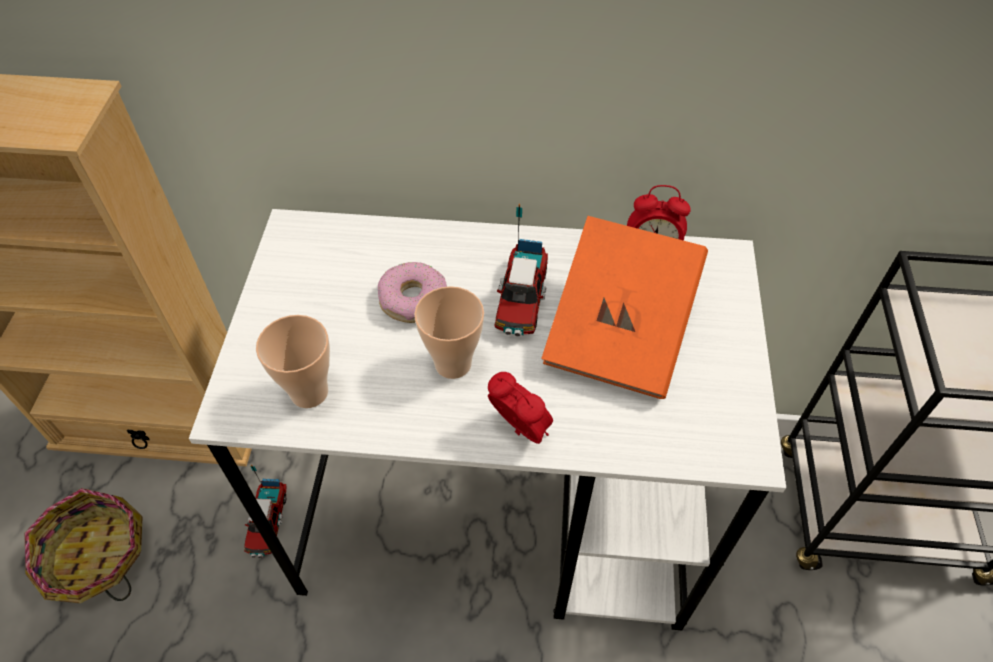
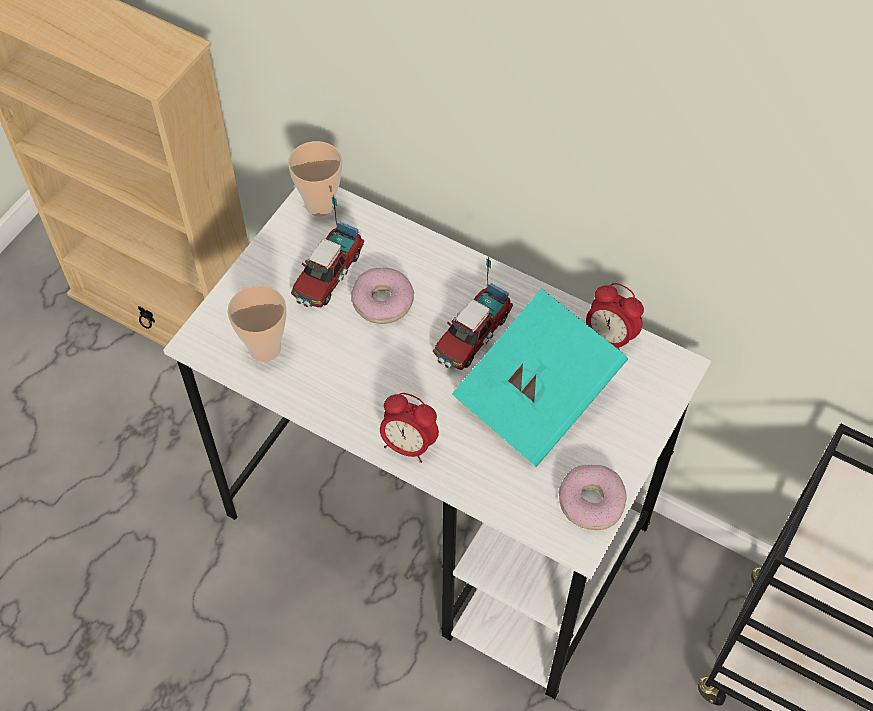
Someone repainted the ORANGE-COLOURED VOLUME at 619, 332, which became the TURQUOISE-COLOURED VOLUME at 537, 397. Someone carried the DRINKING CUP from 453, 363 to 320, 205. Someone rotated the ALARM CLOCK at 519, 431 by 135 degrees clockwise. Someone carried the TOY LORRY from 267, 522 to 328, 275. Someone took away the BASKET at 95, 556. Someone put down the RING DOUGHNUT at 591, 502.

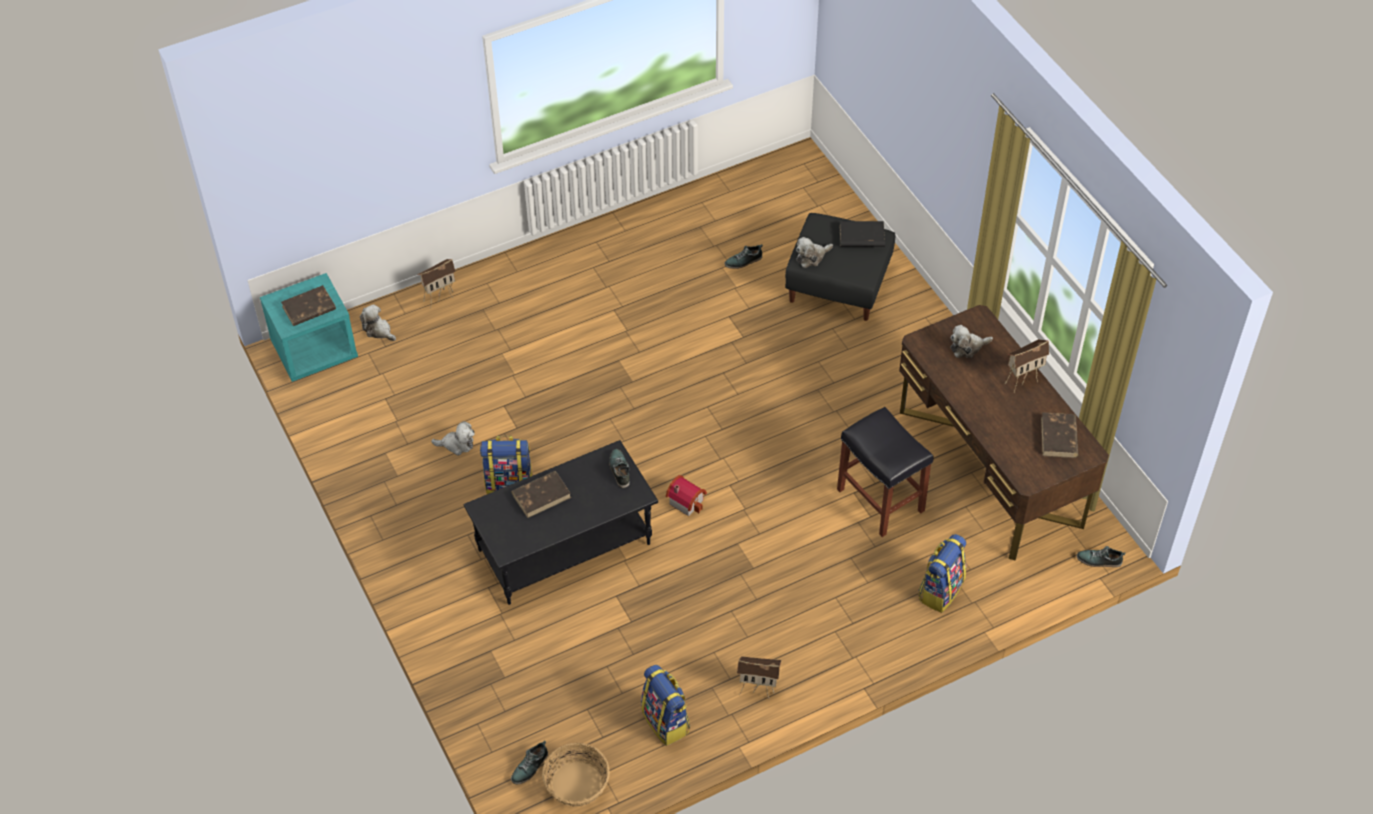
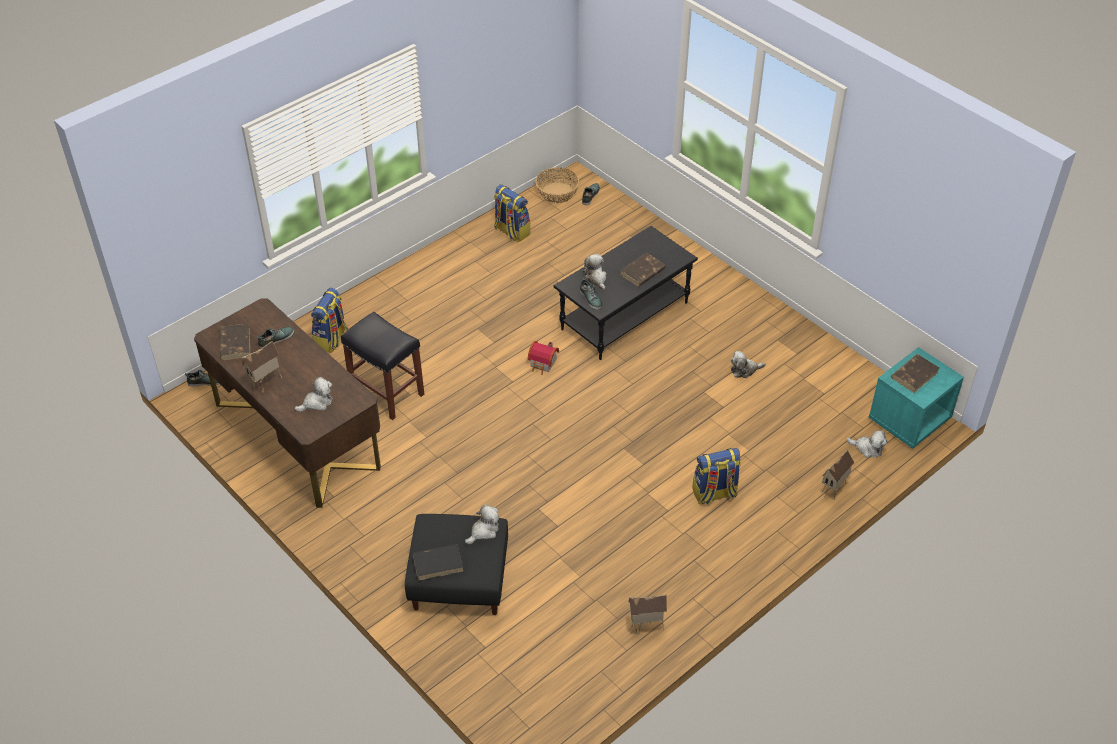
Someone carried the SHOE from 743, 261 to 276, 339. Someone carried the BACKPACK from 509, 483 to 714, 493. Someone carried the MINIATURE HOUSE from 758, 688 to 646, 628. Someone put down the CUDDLY TOY at 596, 278.

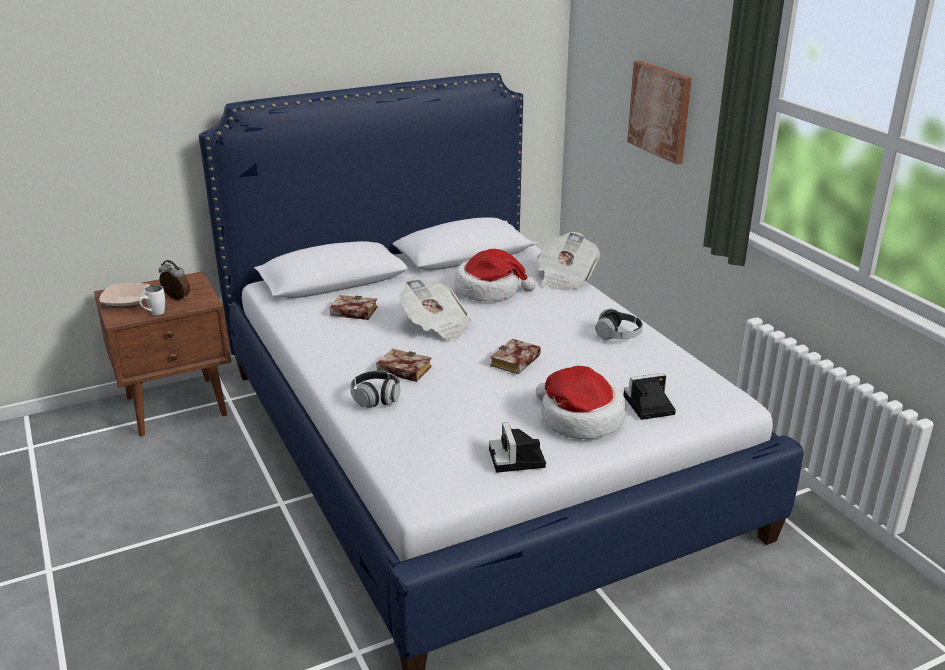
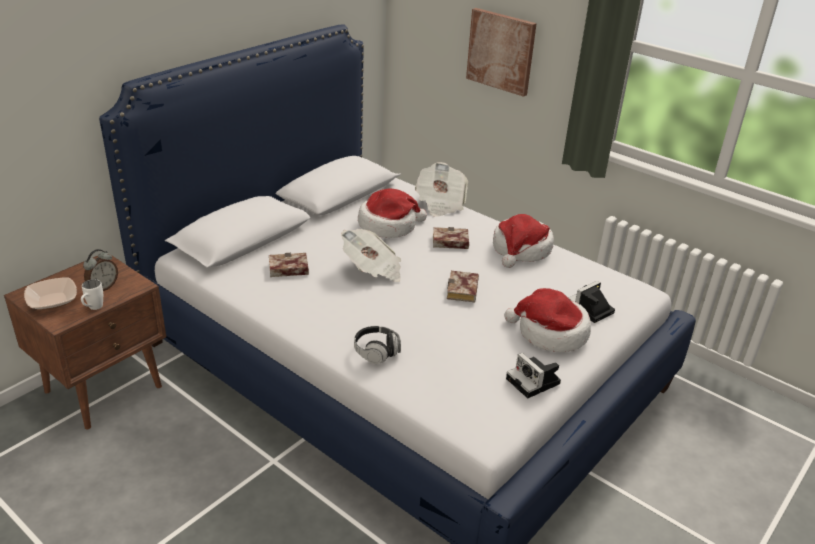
Someone rotated the ALARM CLOCK at 176, 299 by 120 degrees clockwise. Someone swapped the HEADPHONES at 618, 335 for the WEARABLE HAT at 521, 250. Someone carried the VOLUME from 401, 370 to 448, 242.

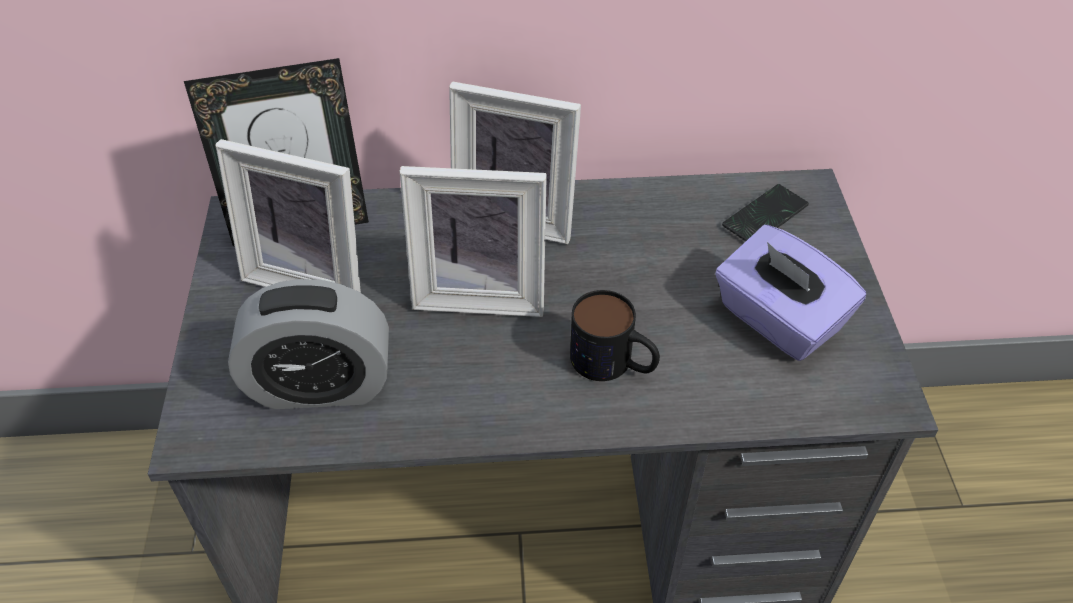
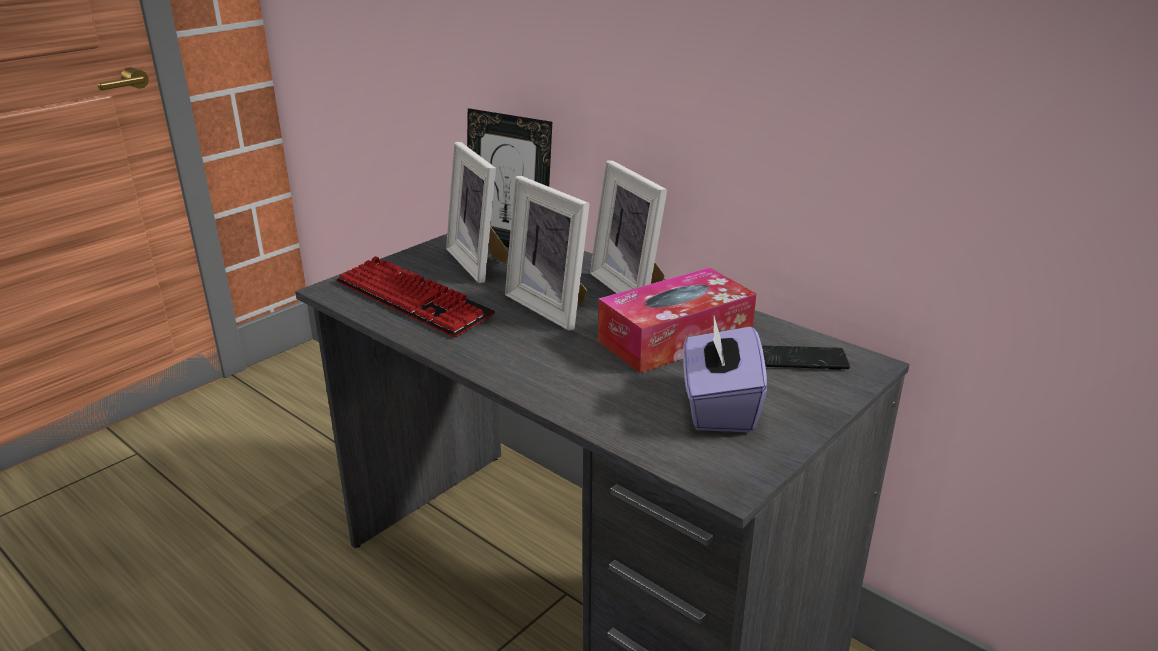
Someone swapped the ALARM CLOCK at 320, 386 for the KEYBOARD at 413, 300. Someone took away the TEA MUG at 614, 363. Someone put down the BOX OF TISSUES at 675, 338.

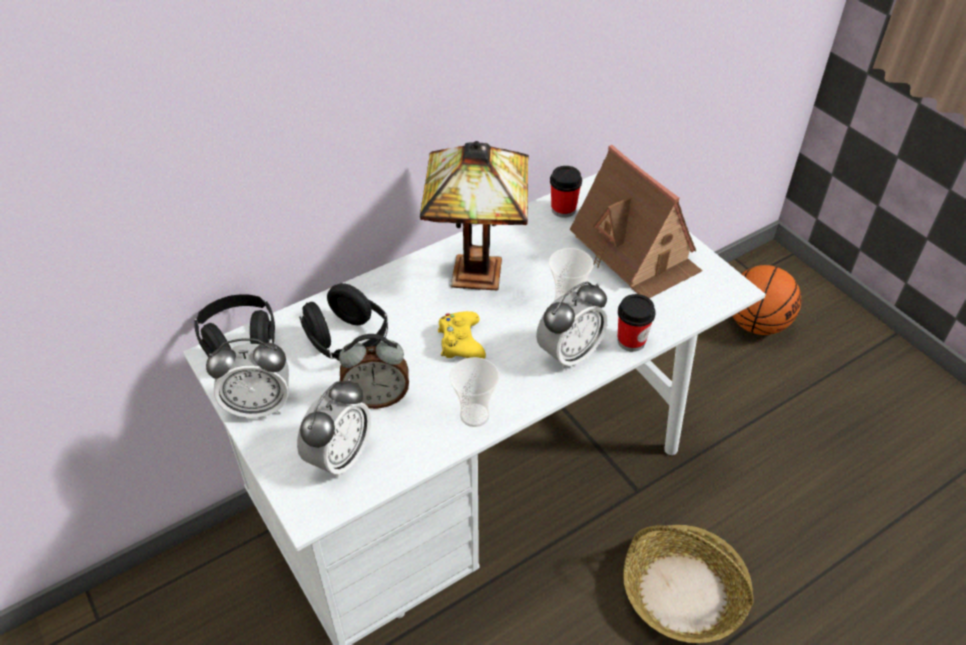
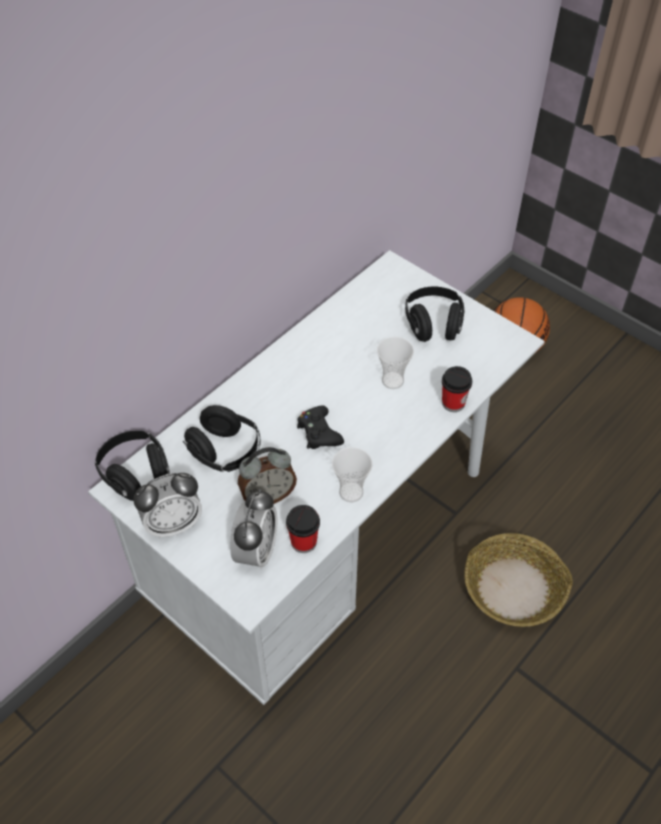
Someone took away the LAMP FOR A TABLE at 474, 270. Someone swapped the MINIATURE HOUSE at 635, 252 for the BLACK HEADPHONES at 433, 325. Someone carried the DRINKING CUP from 563, 209 to 303, 542. Someone took away the ALARM CLOCK at 569, 354. Someone repainted the YELLOWISH GAMEPAD at 461, 342, which became the BLACK GAMEPAD at 319, 433.

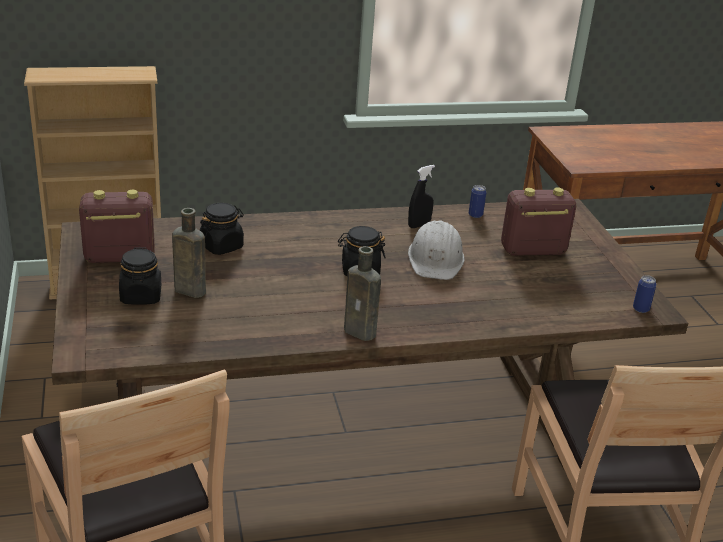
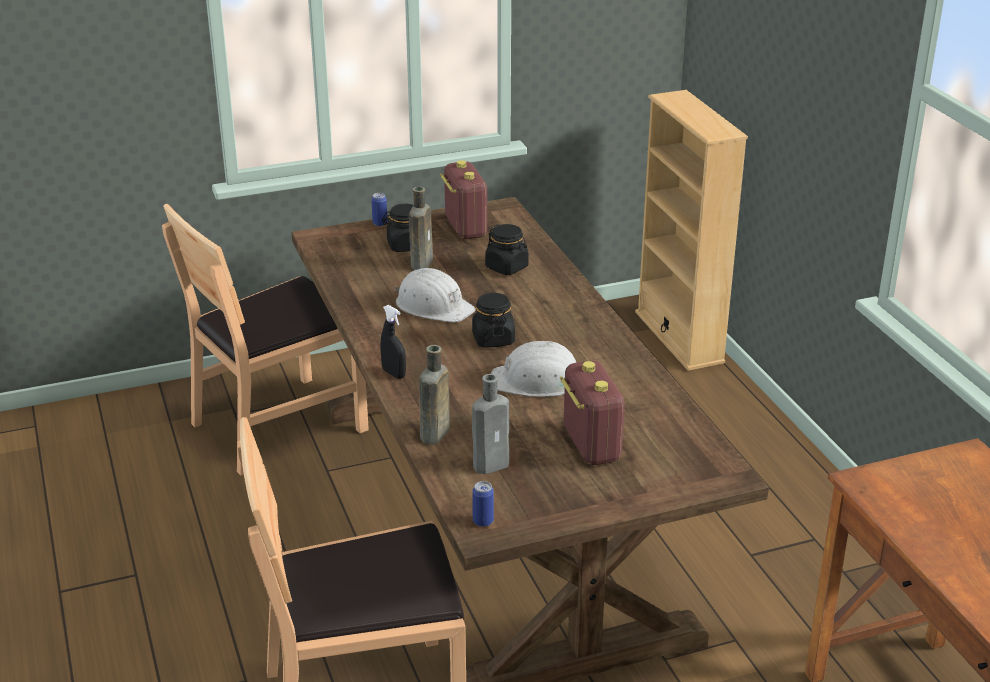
Someone carried the BLACK SPRAYER from 419, 225 to 394, 373. Someone carried the METAL CAN from 475, 215 to 380, 223. Someone carried the BROWNISH DRINK BOTTLE from 362, 333 to 433, 436. Someone put down the WHITISH WORK HELMET at 433, 306. Someone put down the GREYISH DRINK BOTTLE at 493, 464.

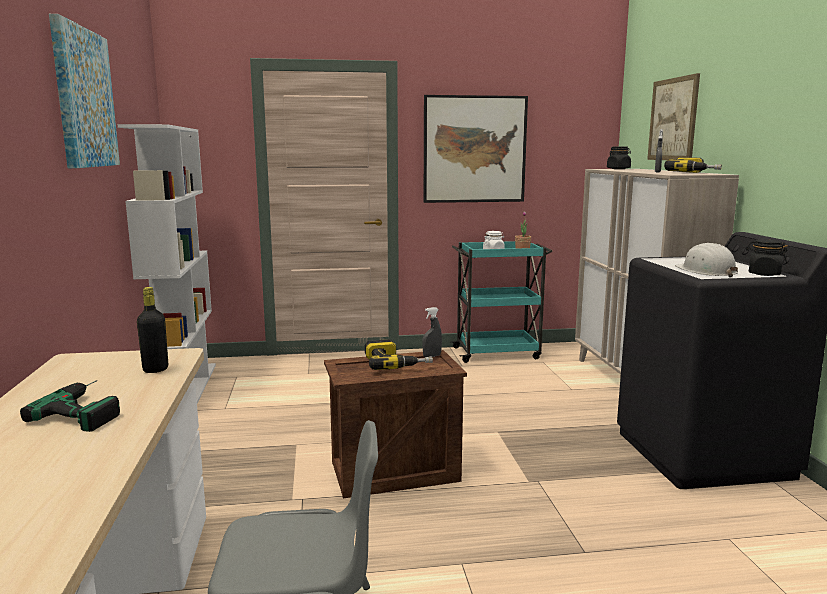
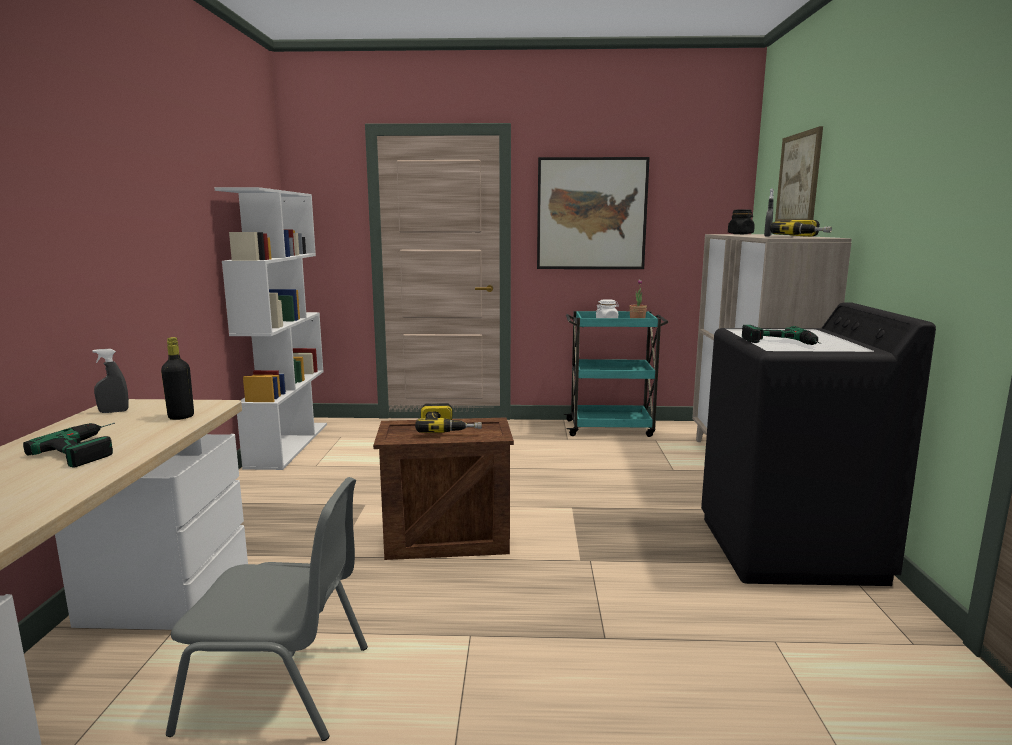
Someone took away the WALL PICTURE at 84, 98. Someone took away the BLACK PRESERVE JAR at 763, 274. Someone swapped the WHITISH WORK HELMET at 706, 271 for the DRILL at 782, 343. Someone carried the GREYISH SPRAYER from 432, 356 to 114, 411.

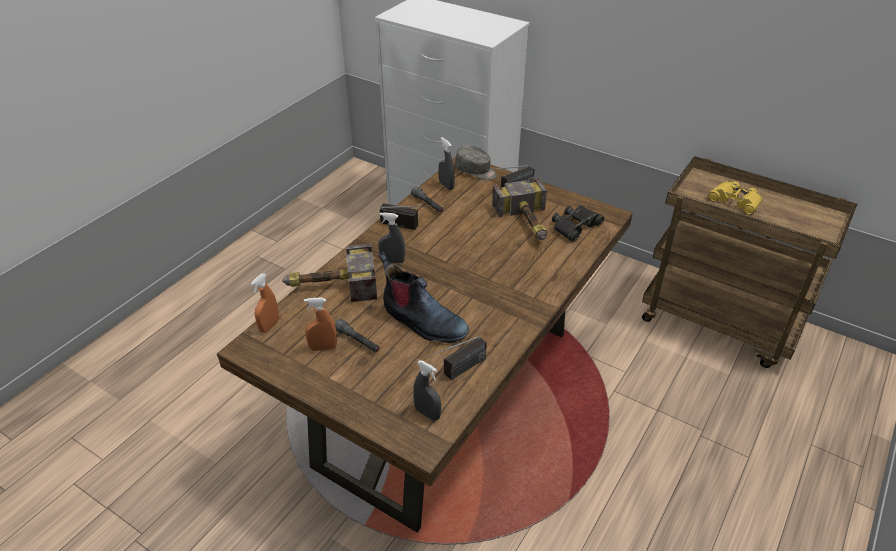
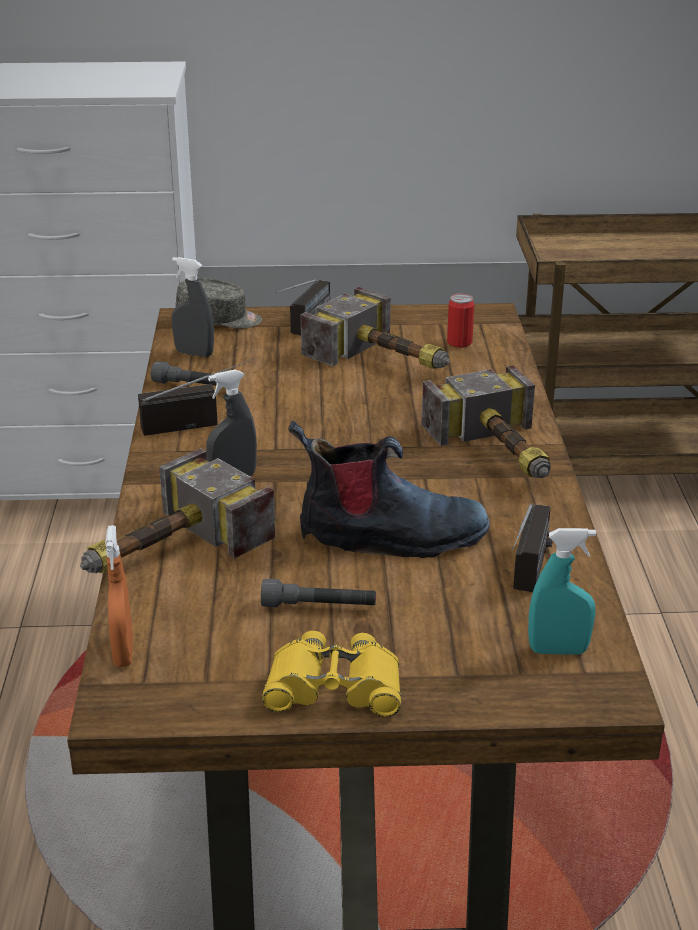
Someone carried the YELLOWISH PAIR OF BINOCULARS from 735, 201 to 334, 687. Someone swapped the BLACK PAIR OF BINOCULARS at 575, 226 for the METAL CAN at 459, 342. Someone took away the ORANGE-COLOURED SPRAYER at 323, 348. Someone repainted the GREYISH SPRAYER at 427, 413, which became the TURQUOISE-COLOURED SPRAYER at 558, 650. Someone put down the HAMMER at 503, 454.

